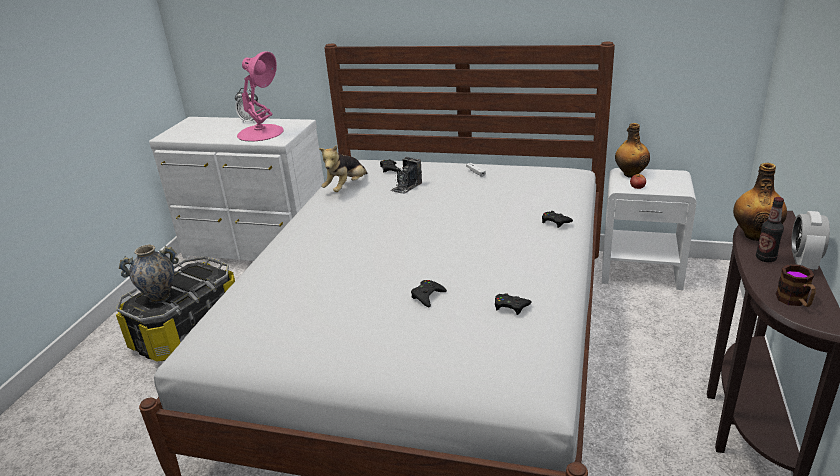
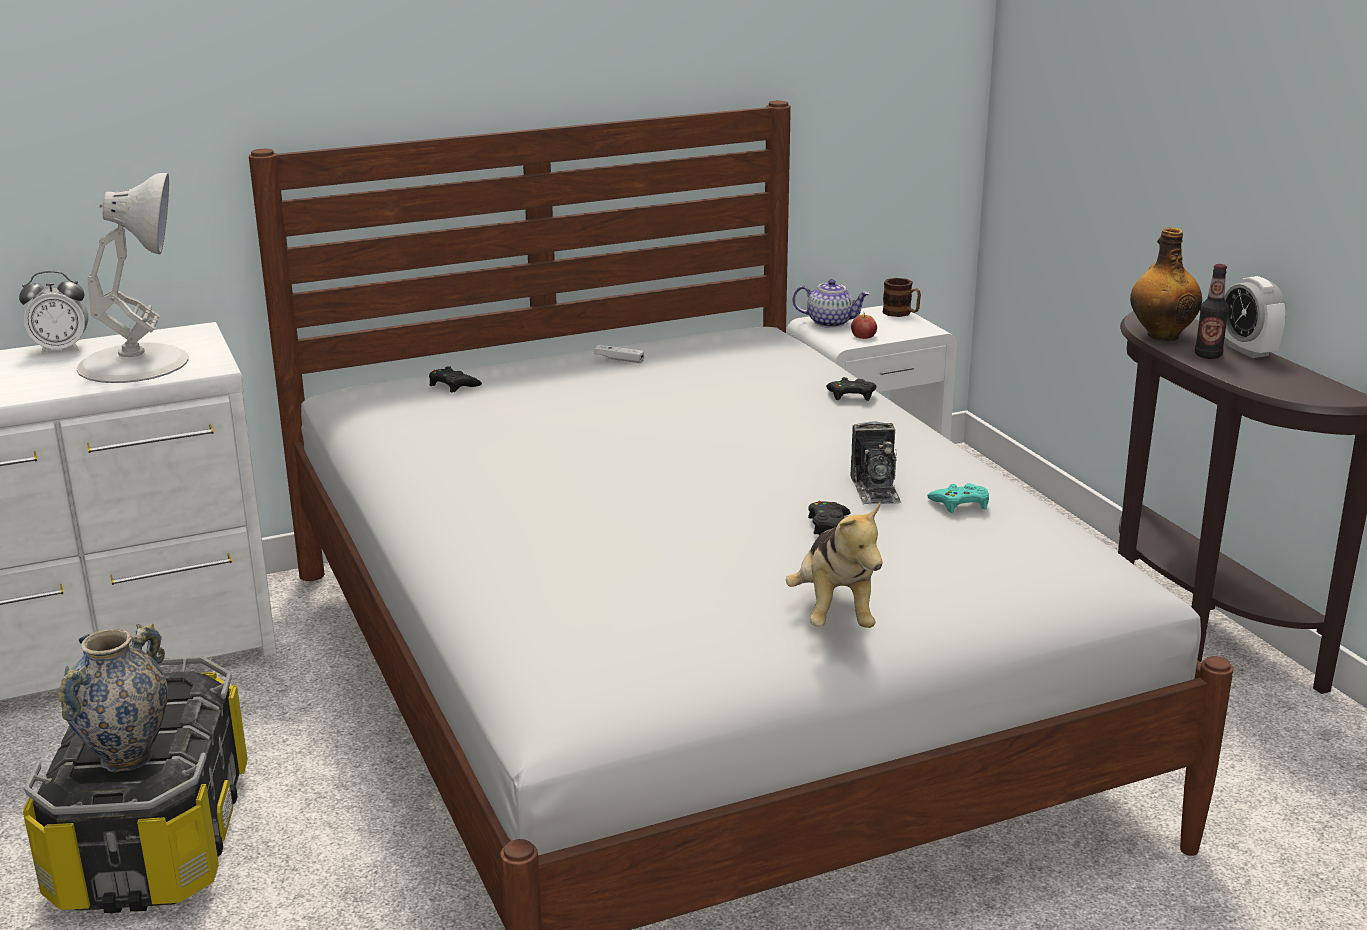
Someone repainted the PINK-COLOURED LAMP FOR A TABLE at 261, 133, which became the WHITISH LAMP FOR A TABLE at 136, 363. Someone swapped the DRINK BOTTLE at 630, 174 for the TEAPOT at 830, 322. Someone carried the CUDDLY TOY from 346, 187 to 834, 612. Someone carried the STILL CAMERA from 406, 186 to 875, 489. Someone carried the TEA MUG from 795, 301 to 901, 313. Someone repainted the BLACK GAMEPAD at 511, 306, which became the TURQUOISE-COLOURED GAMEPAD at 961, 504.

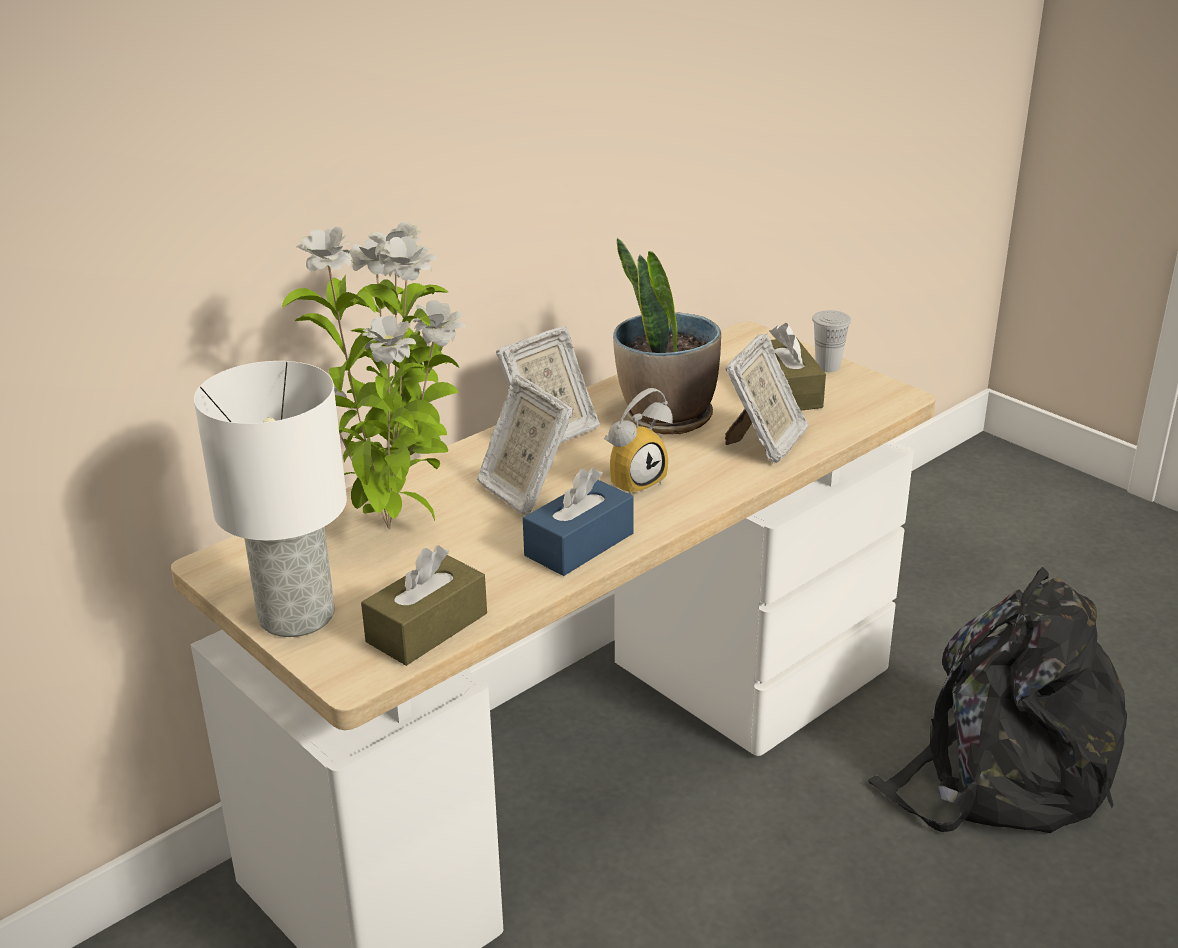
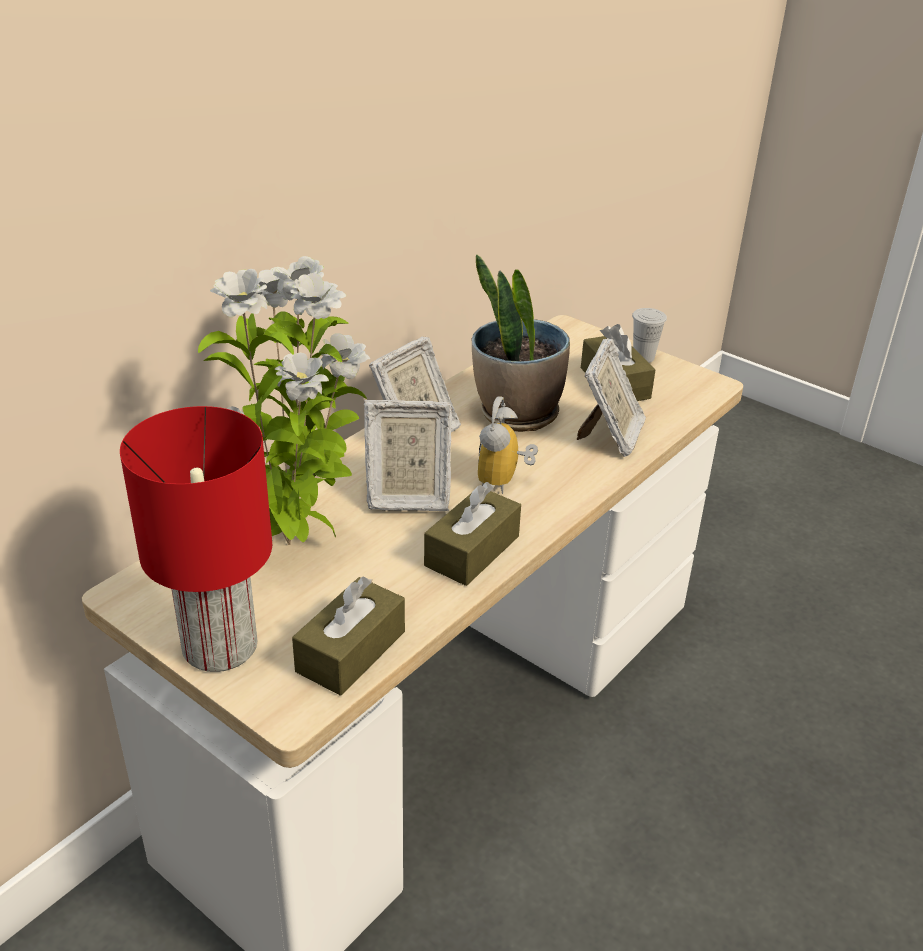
Someone repainted the WHITISH LAMP FOR A TABLE at 295, 614, which became the REDDISH LAMP FOR A TABLE at 218, 645. Someone rotated the PICTURE FRAME at 524, 491 by 45 degrees counterclockwise. Someone rotated the ALARM CLOCK at 634, 481 by 150 degrees clockwise. Someone repainted the BLUE-COLOURED BOX OF TISSUES at 579, 544, which became the BROWNISH BOX OF TISSUES at 472, 551. Someone took away the BLACK BACKPACK at 1001, 773.

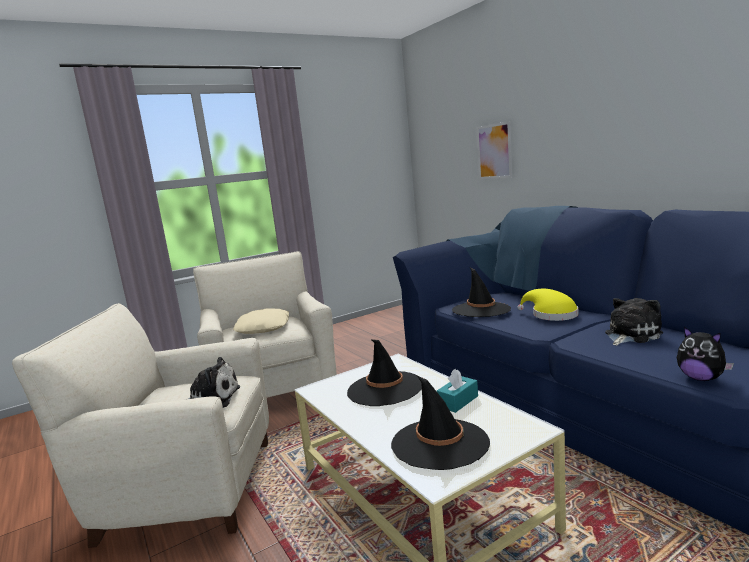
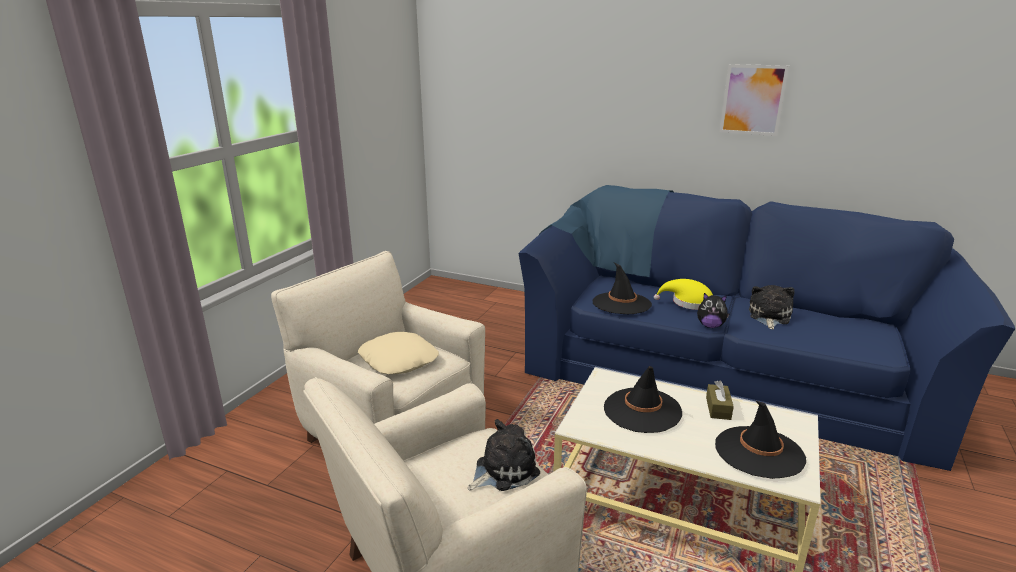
Someone carried the WALL PICTURE from 494, 151 to 753, 100. Someone carried the CUDDLY TOY from 700, 378 to 710, 326. Someone repainted the TURQUOISE-COLOURED BOX OF TISSUES at 458, 401, which became the BROWNISH BOX OF TISSUES at 718, 408.

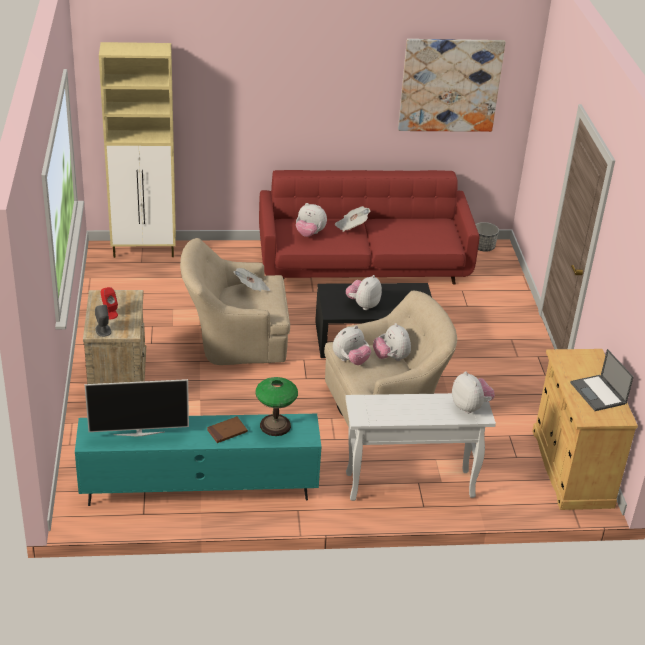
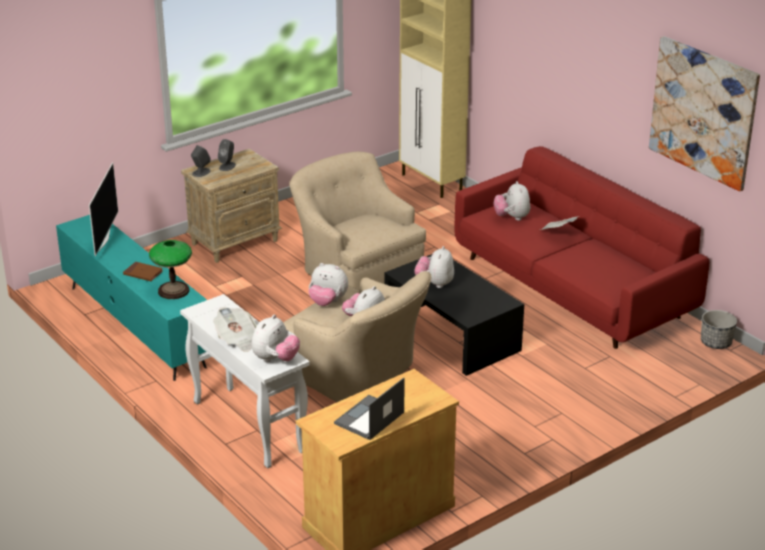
Someone carried the PRINTED PAPER from 252, 288 to 238, 340. Someone rotated the CUDDLY TOY at 363, 305 by 75 degrees counterclockwise. Someone repainted the REDDISH LOUDSPEAKER at 109, 313, which became the GREYISH LOUDSPEAKER at 227, 166. Someone rotated the TV SET at 139, 433 by 135 degrees counterclockwise.

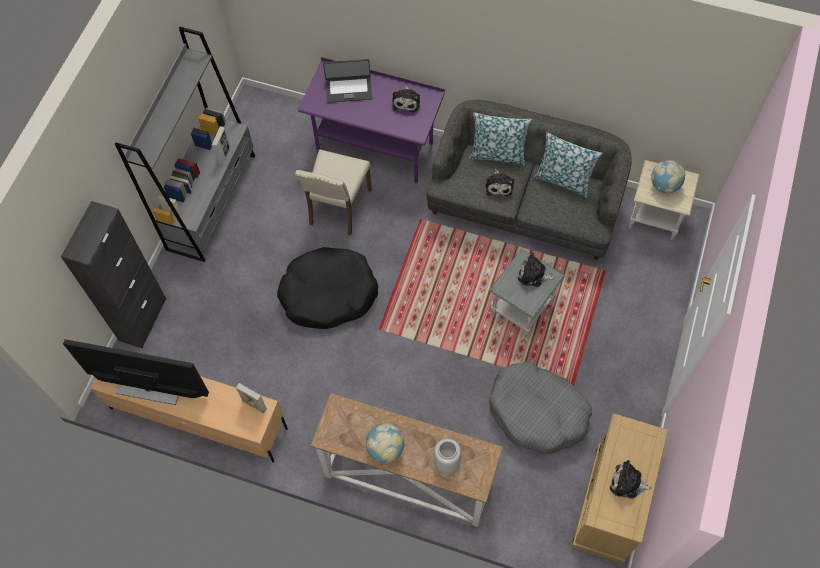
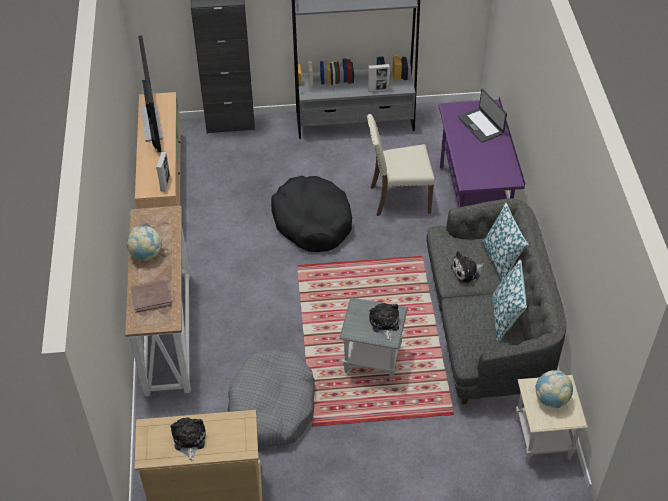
Someone took away the CUDDLY TOY at 406, 101. Someone swapped the GREYISH FLOWER VASE at 447, 462 for the BROWNISH VOLUME at 151, 297.

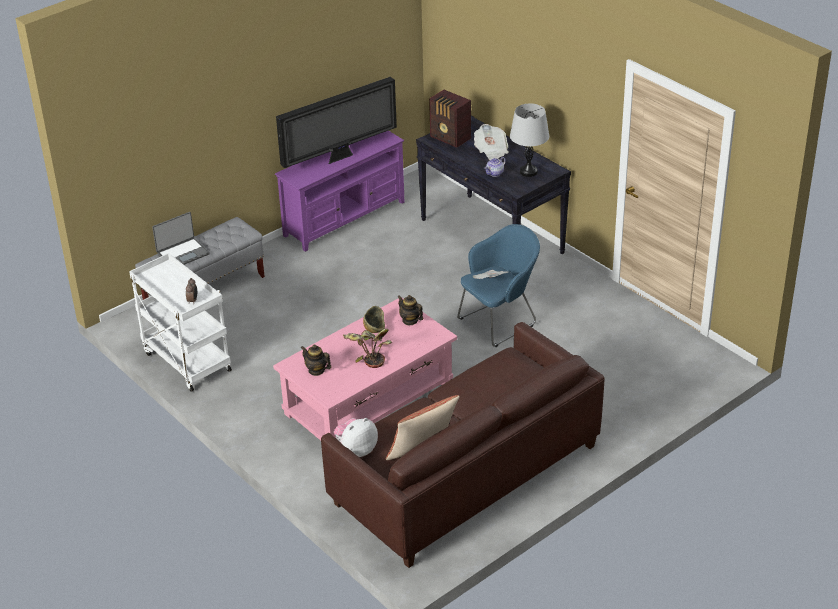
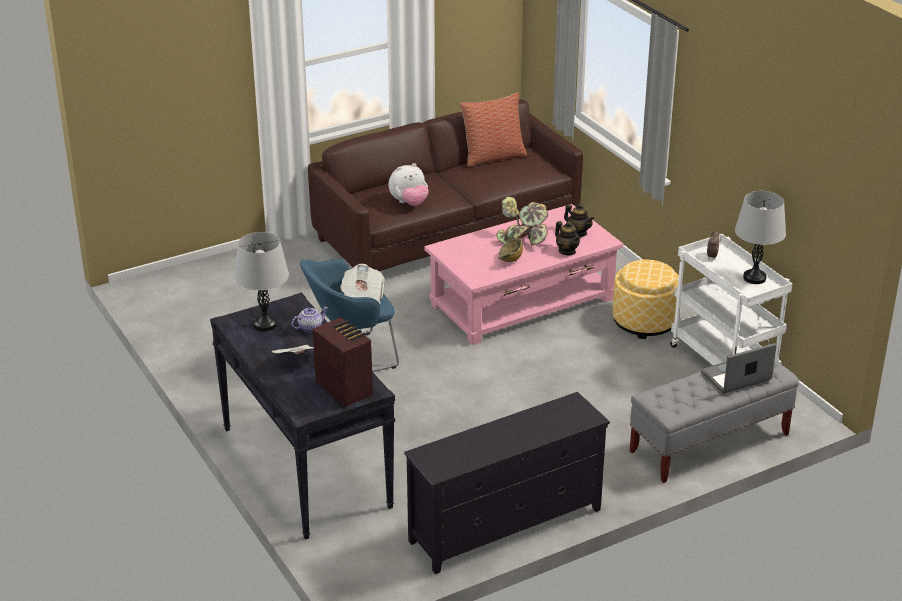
Someone took away the TV SET at 340, 157. Someone repainted the PURPLISH TV UNIT at 344, 219, which became the BLACK TV UNIT at 505, 526. Someone carried the TEAPOT from 410, 320 to 567, 251. Someone carried the CUDDLY TOY from 356, 450 to 409, 203. Someone put down the GREYISH LAMP FOR A TABLE at 754, 278. Someone put down the FOOTREST at 644, 322.

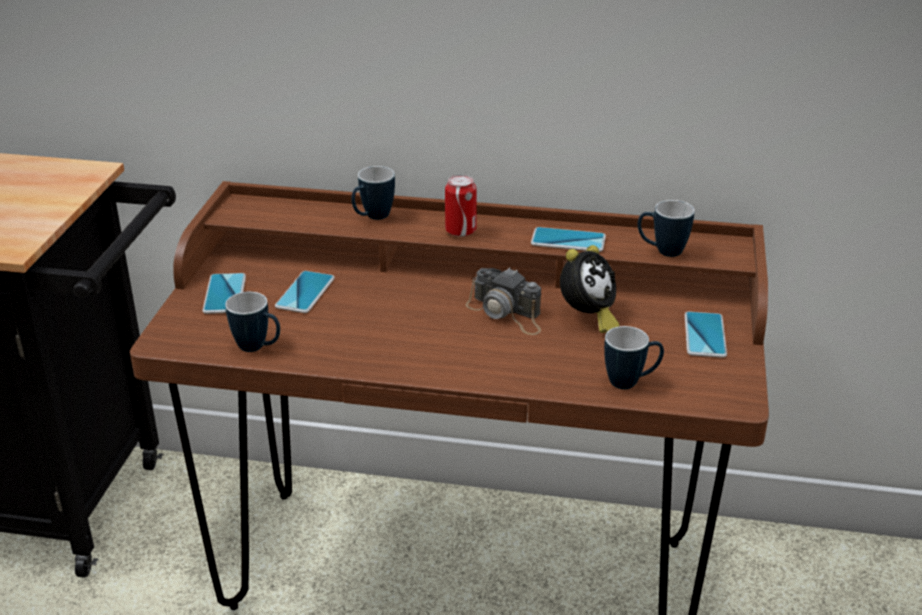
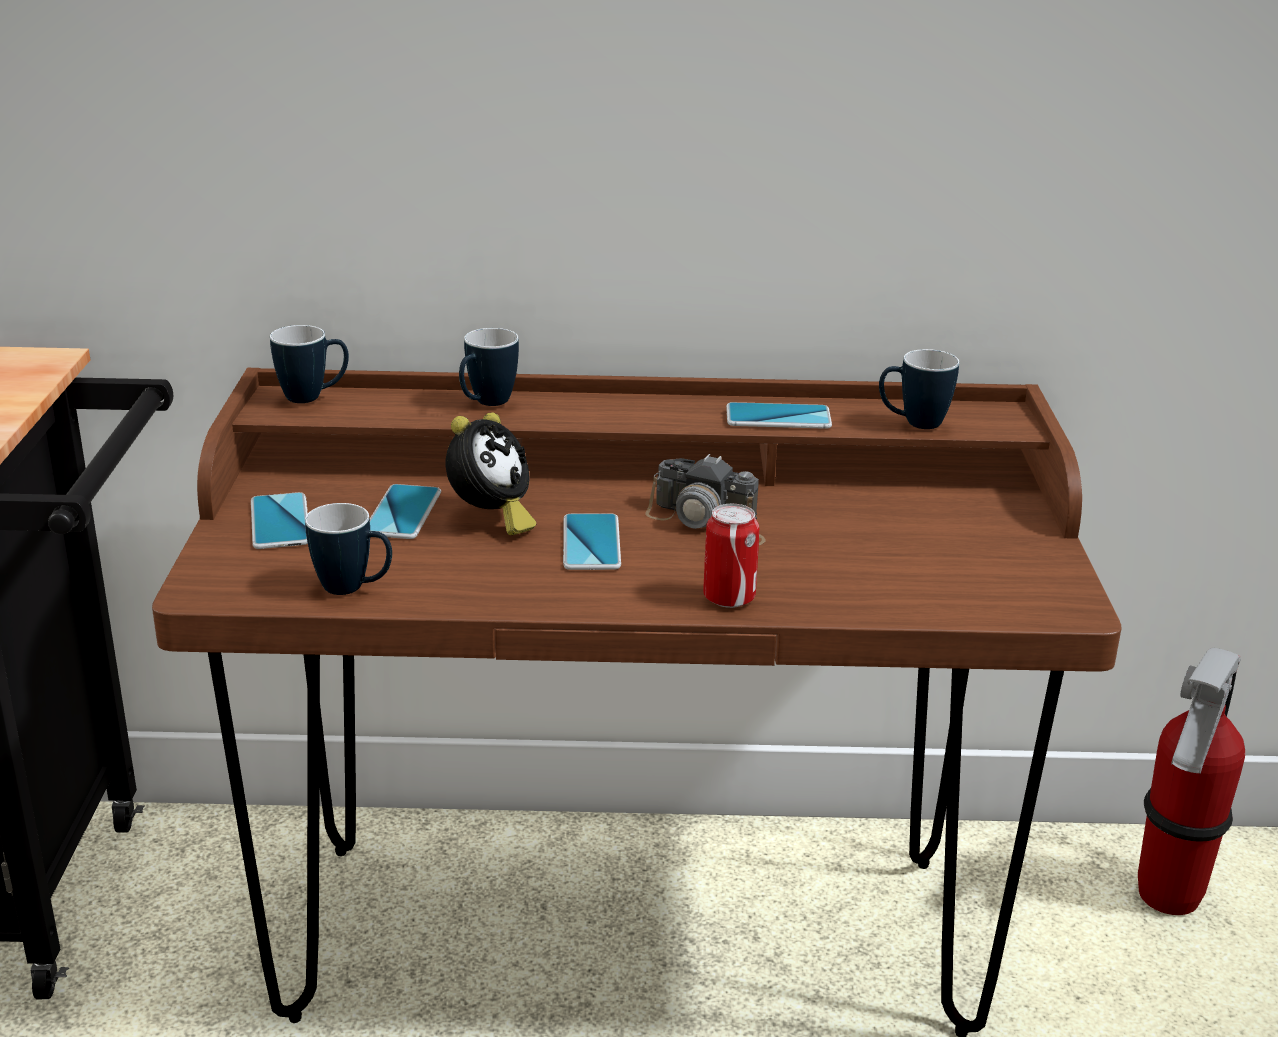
Someone carried the METAL CAN from 460, 231 to 729, 598. Someone carried the ALARM CLOCK from 587, 318 to 491, 519. Someone carried the PHONE from 704, 335 to 591, 543. Someone carried the TEA MUG from 631, 382 to 313, 397. Someone put down the FIRE EXTINGUISHER at 1167, 897.

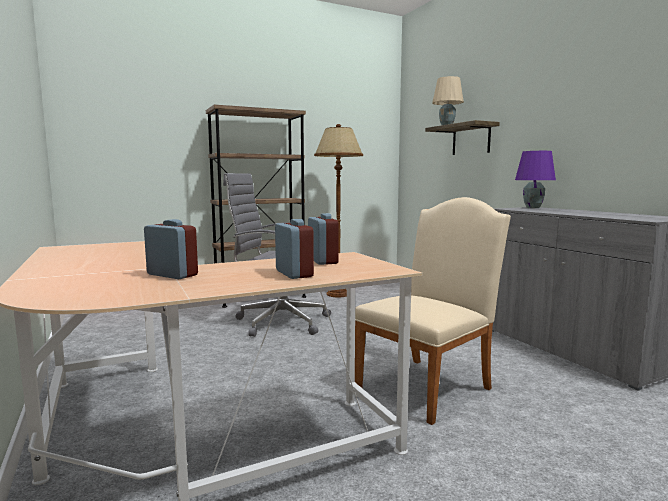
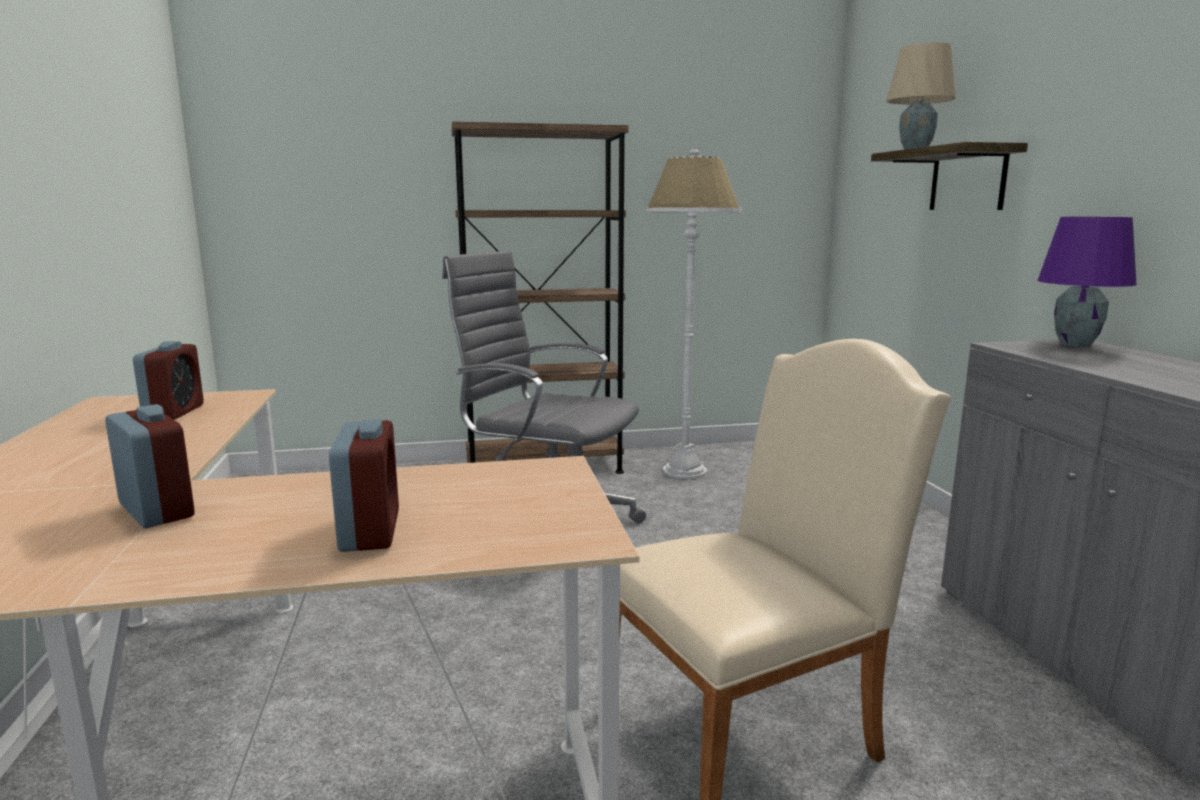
Someone repainted the BROWNISH STANDING LAMP at 338, 294, which became the WHITISH STANDING LAMP at 685, 471. Someone carried the ALARM CLOCK from 322, 261 to 174, 412.

